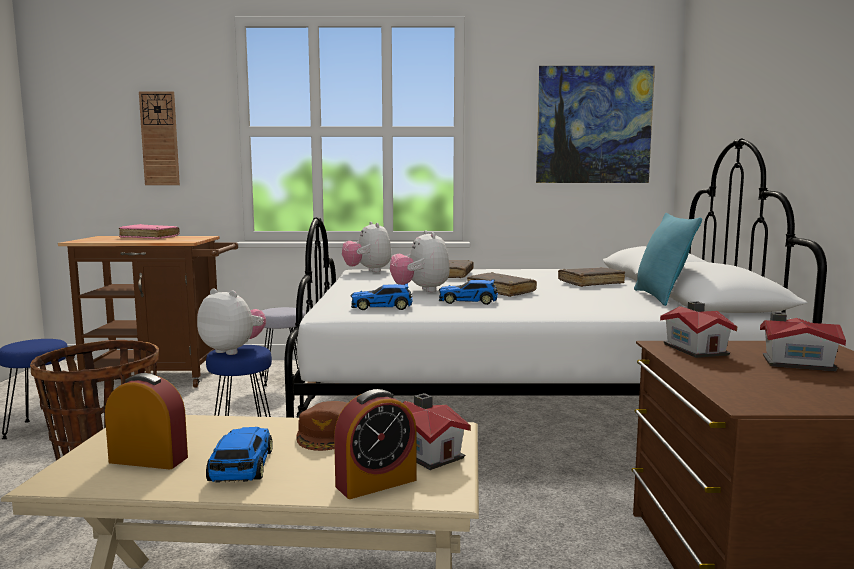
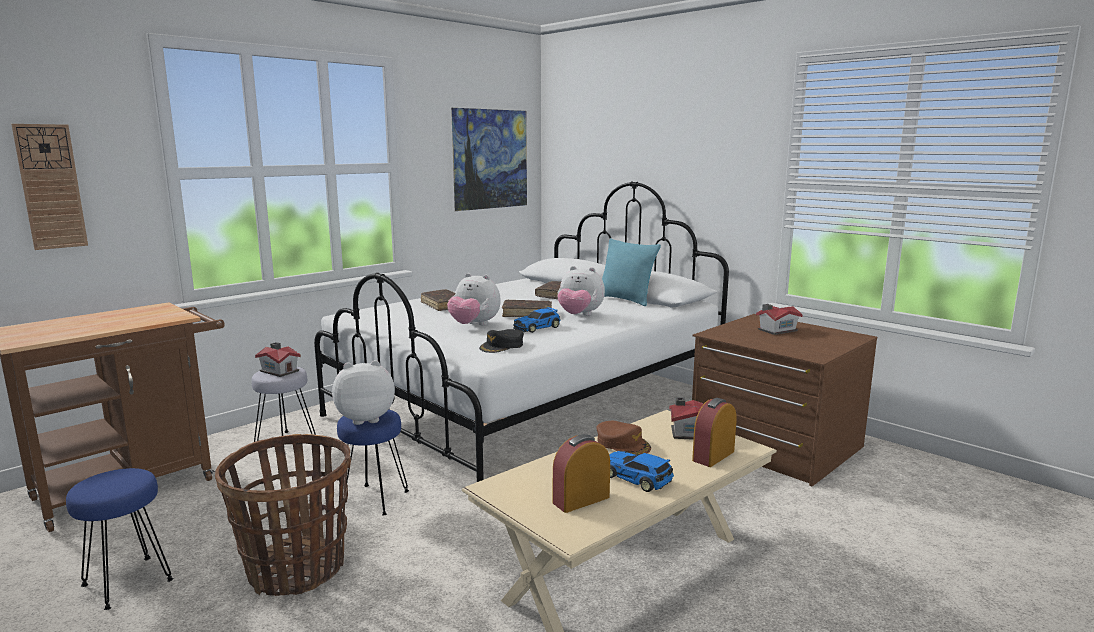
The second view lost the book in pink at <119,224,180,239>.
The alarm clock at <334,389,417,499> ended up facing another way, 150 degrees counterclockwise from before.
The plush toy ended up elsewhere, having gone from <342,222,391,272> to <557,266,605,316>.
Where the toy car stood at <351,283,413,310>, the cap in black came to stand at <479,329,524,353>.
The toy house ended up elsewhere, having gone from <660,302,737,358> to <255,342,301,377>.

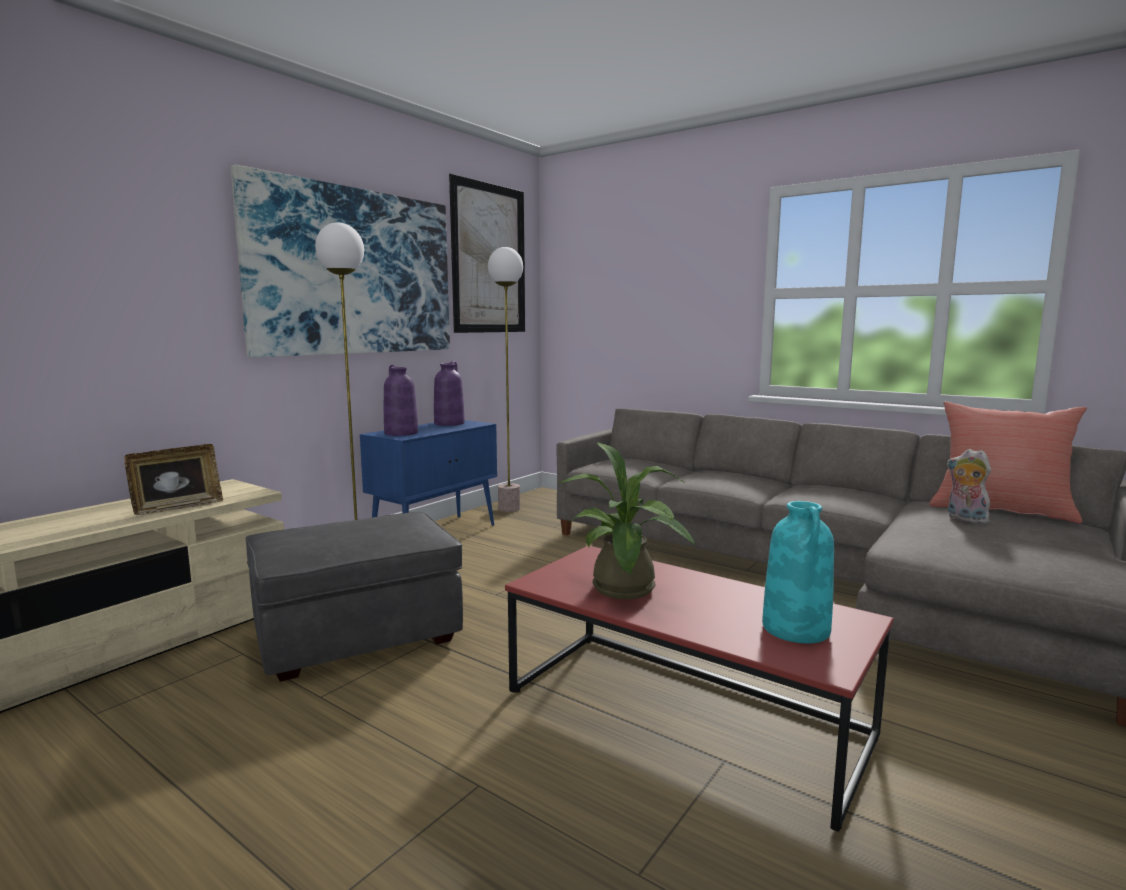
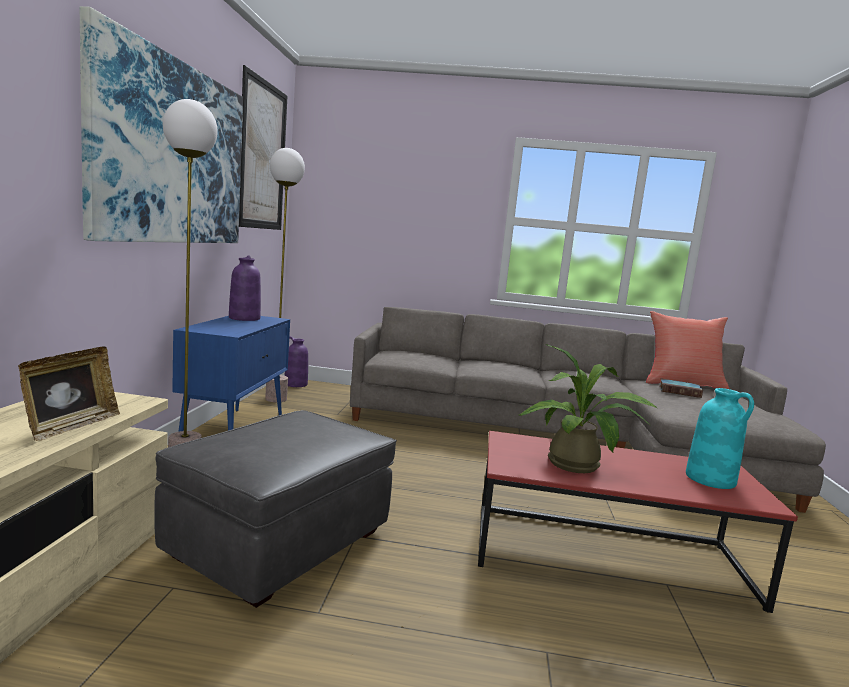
The vase in purple ended up elsewhere, having gone from <384,364,418,436> to <284,336,308,387>.
Where the plush toy stood at <947,449,991,524>, the book came to stand at <659,378,703,398>.

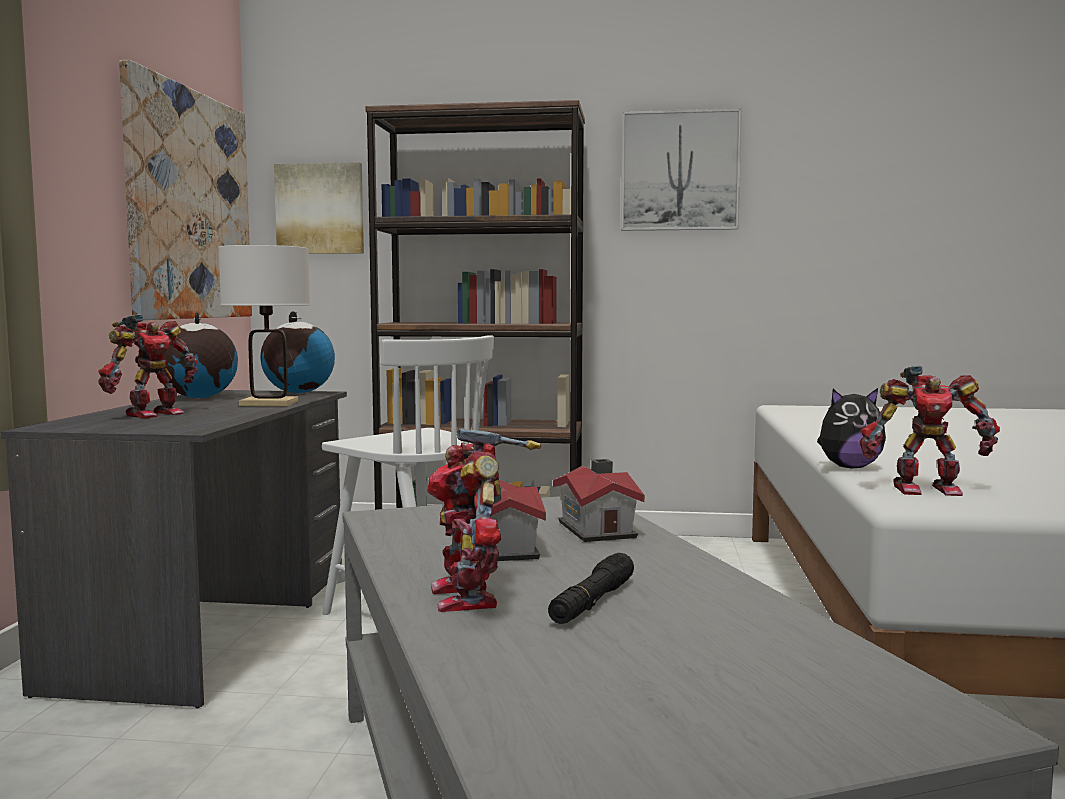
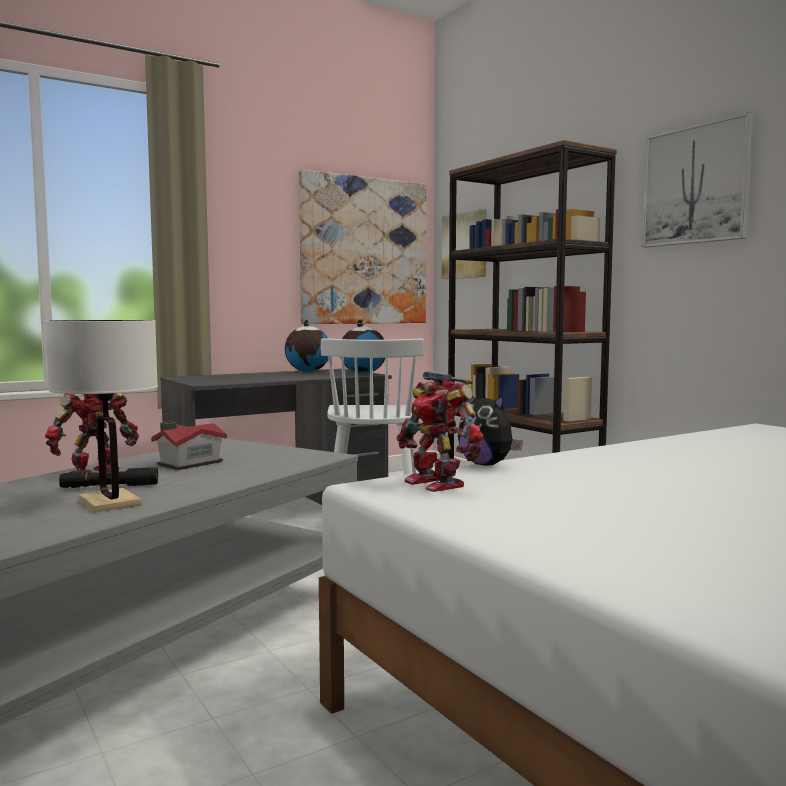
The second view lost the toy robot at <98,314,197,418>.
The table lamp in white ended up elsewhere, having gone from <218,245,310,406> to <45,320,158,513>.
The second view lost the toy house at <553,459,645,542>.

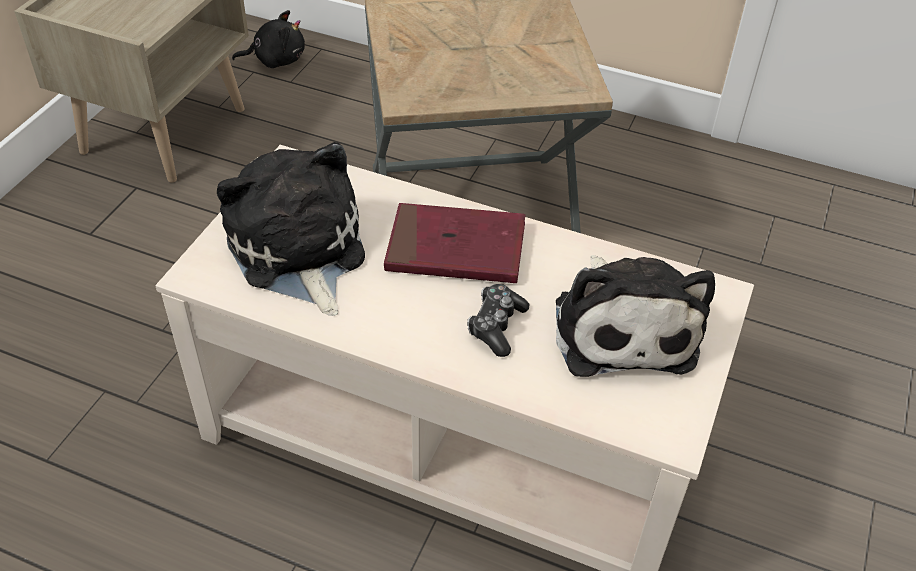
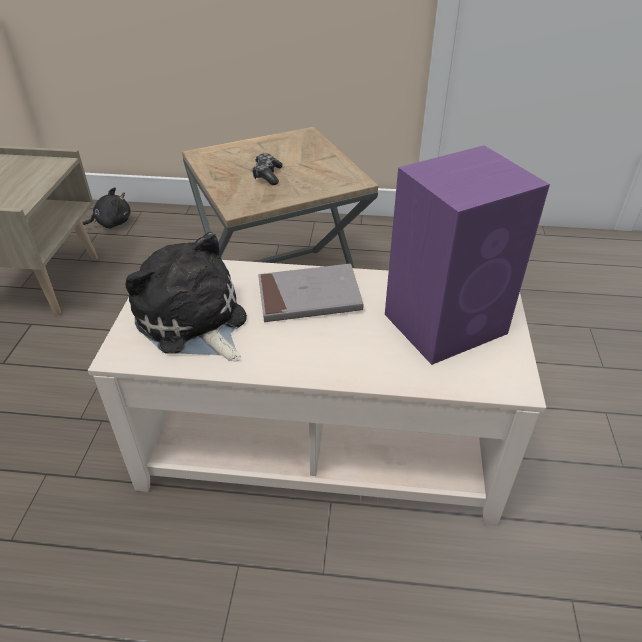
What was the book in red at <384,203,525,283> turned into the book in grey at <258,264,363,322>.
The game controller ended up elsewhere, having gone from <467,284,529,357> to <252,153,283,185>.
Where the plush toy stood at <556,255,715,377>, the speaker in purple came to stand at <385,145,550,365>.

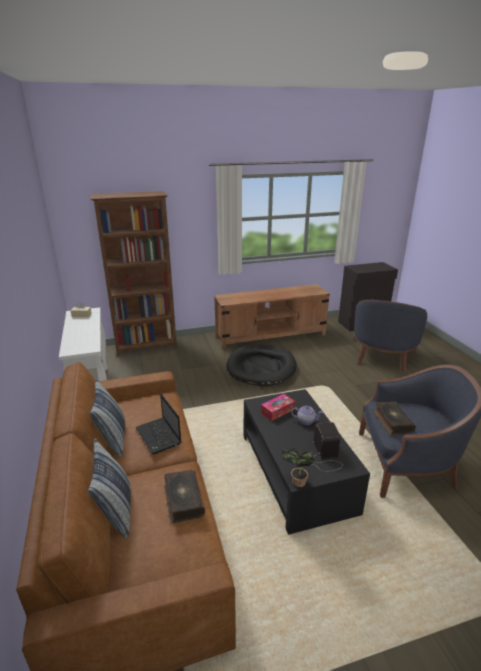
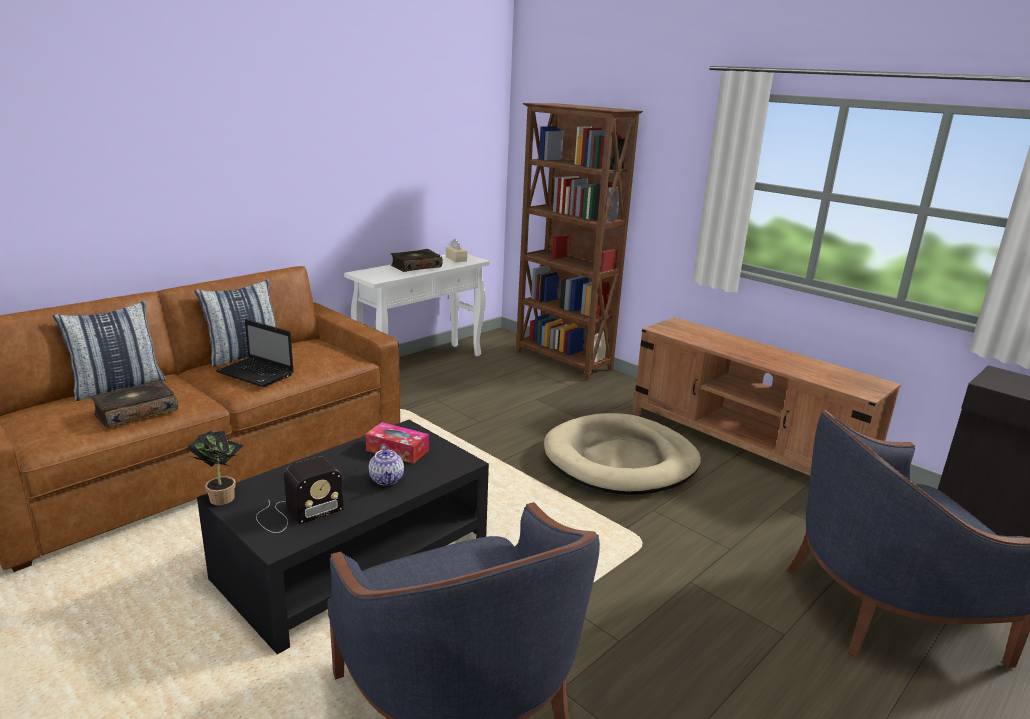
The laptop at <136,394,181,454> ended up facing another way, 90 degrees counterclockwise from before.
What was the dog bed in black at <226,345,297,387> turned into the dog bed in beige at <544,413,701,495>.
The book ended up elsewhere, having gone from <373,402,416,435> to <391,249,442,272>.

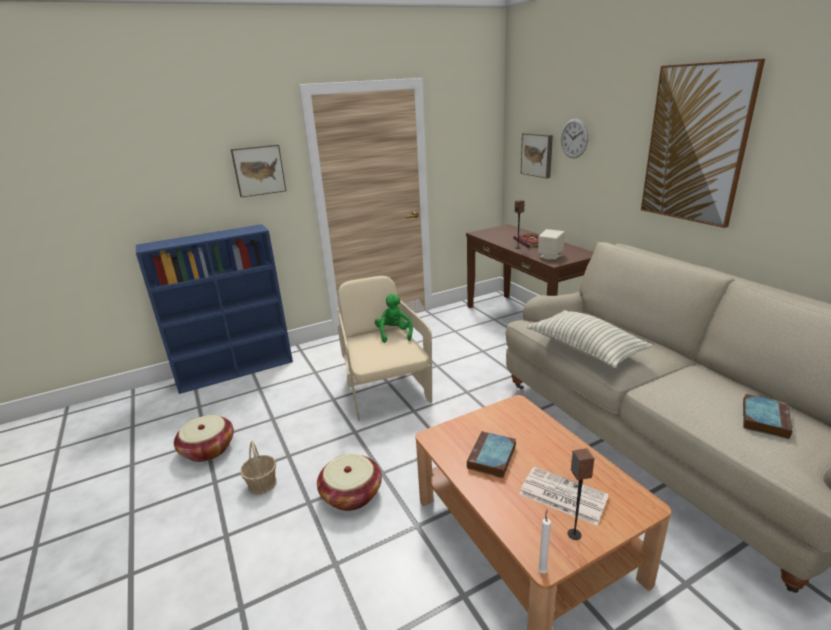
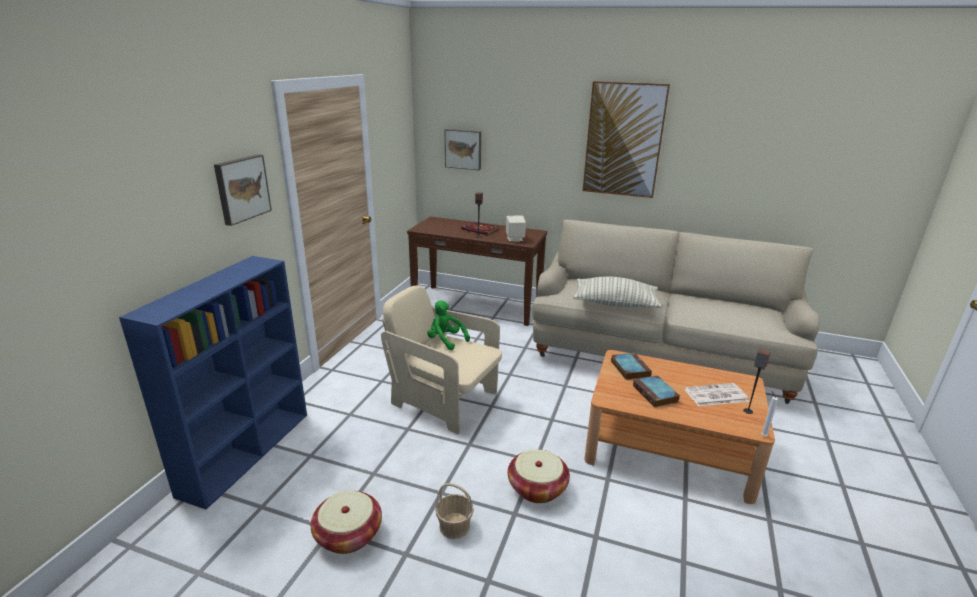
The second view lost the wall clock at <561,119,588,158>.
The book ended up elsewhere, having gone from <743,394,792,439> to <611,353,652,380>.

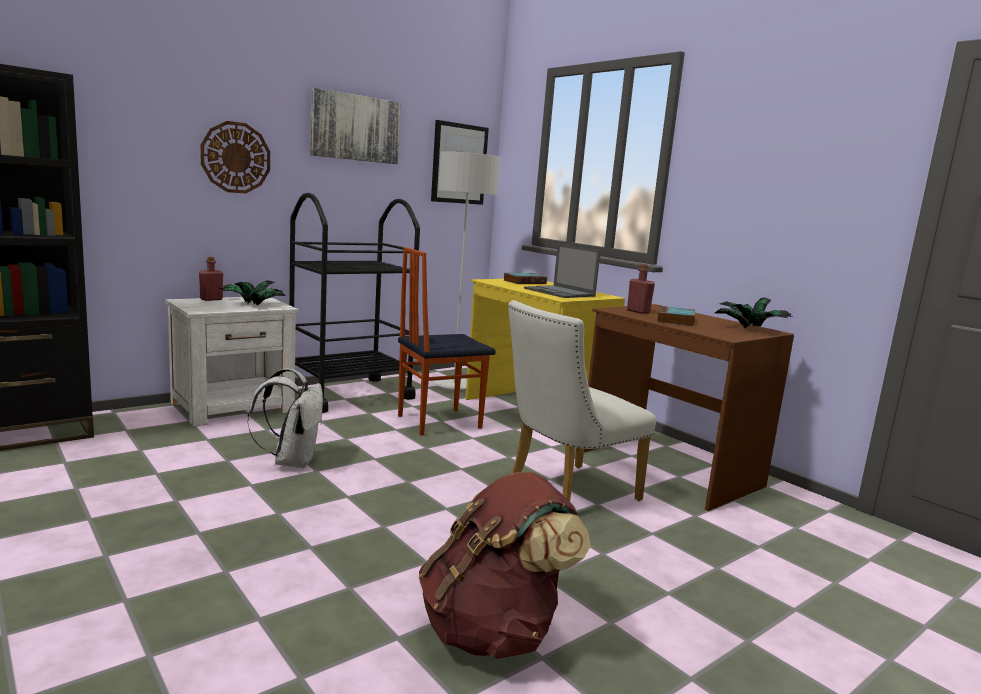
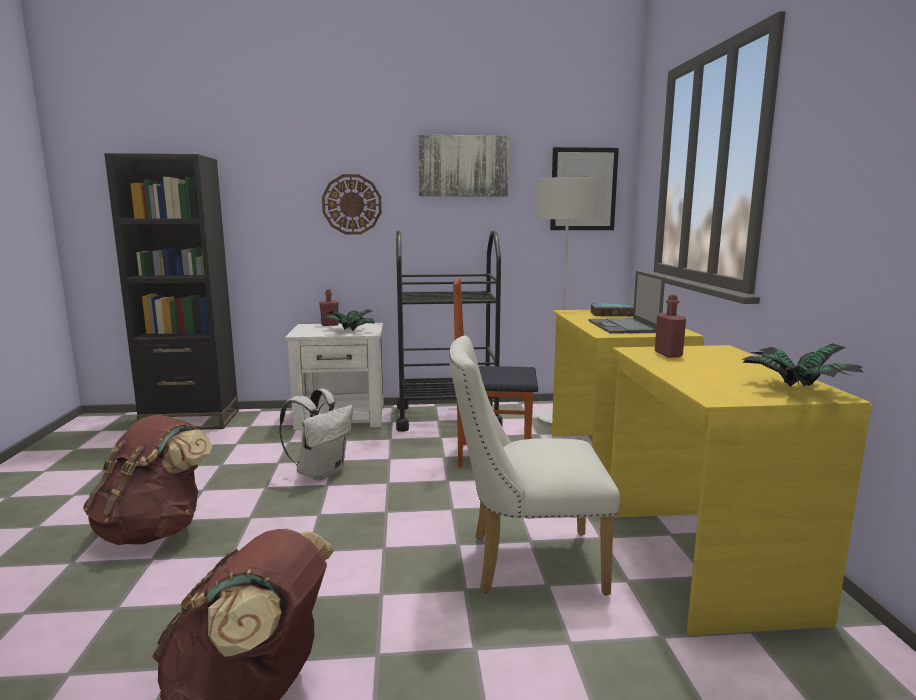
What was the desk in brown at <584,304,794,511> turned into the desk in yellow at <611,345,872,636>.
The second view lost the book at <658,306,695,327>.
The second view gained the backpack in brown at <83,414,212,545>.

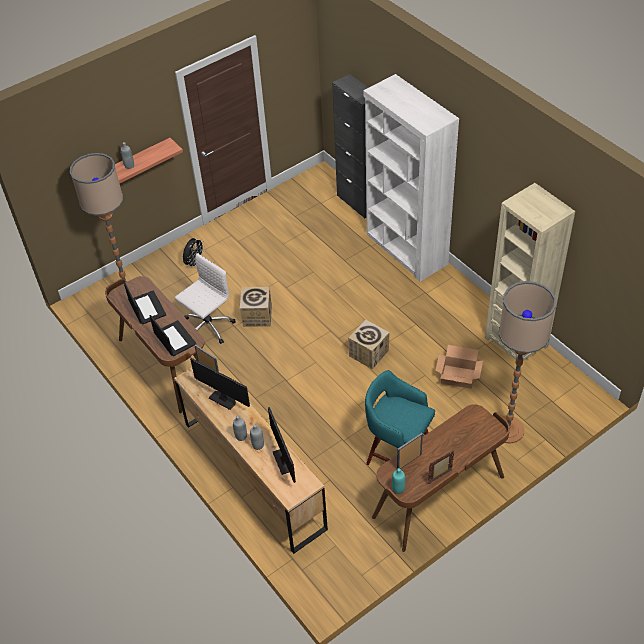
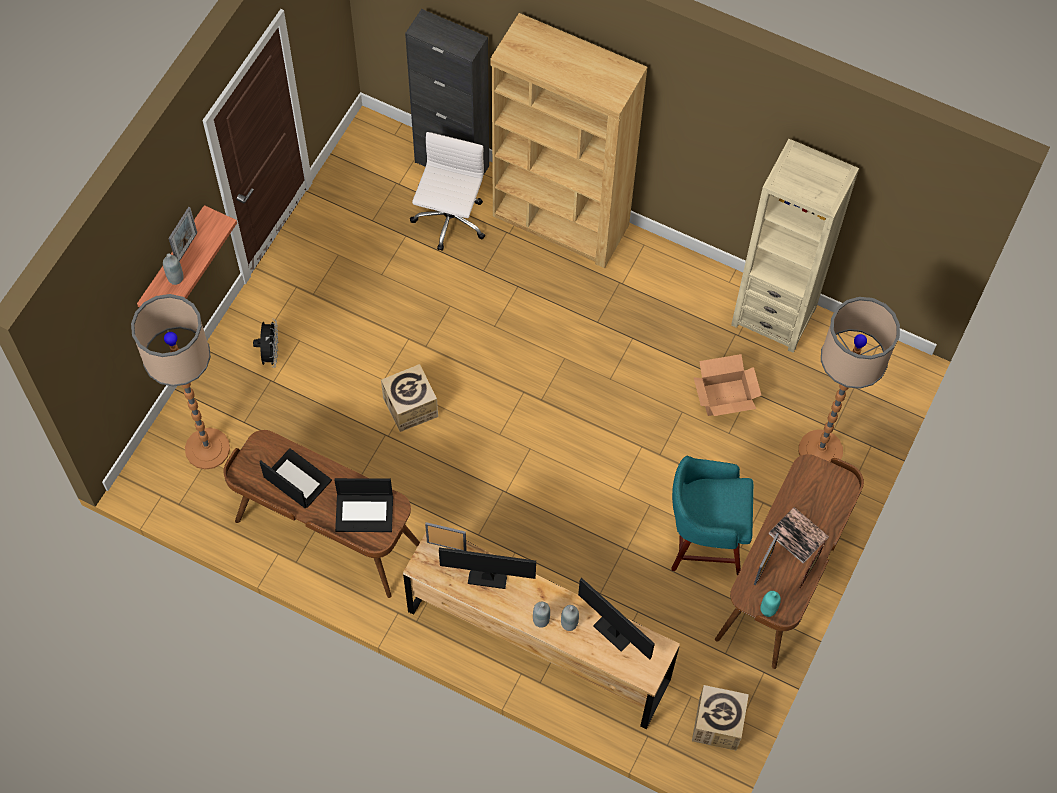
The laptop at <150,315,196,356> ended up facing another way, 150 degrees clockwise from before.
The office chair in white ended up elsewhere, having gone from <175,253,236,344> to <410,132,485,251>.
The cardboard box ended up elsewhere, having gone from <348,320,390,369> to <692,685,749,750>.
What was the bookcase in white at <363,74,459,282> turned into the bookcase in brown at <490,13,647,268>.
The second view gained the picture frame at <169,207,197,261>.
The second view gained the book at <769,507,829,563>.

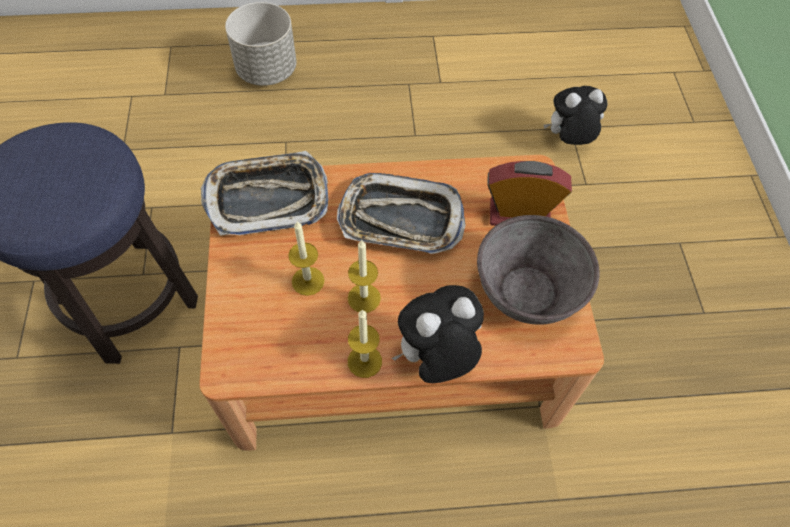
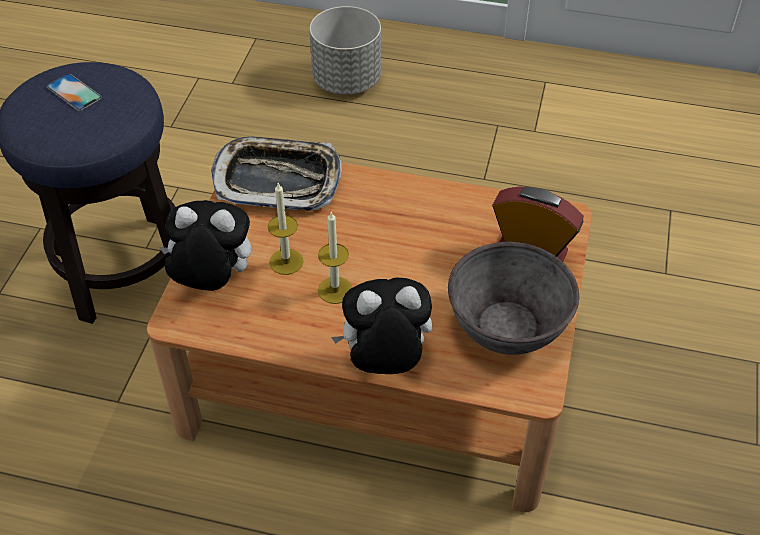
The second view lost the tray at <337,173,466,254>.
The second view lost the candle at <348,309,382,378>.
The plush toy ended up elsewhere, having gone from <544,86,608,145> to <159,200,251,291>.
The second view gained the phone at <46,74,102,111>.

